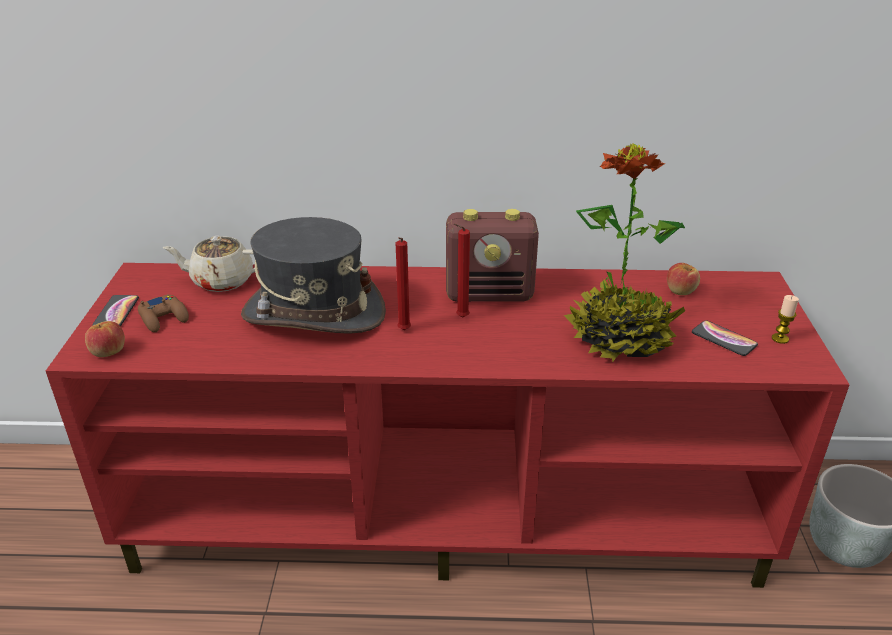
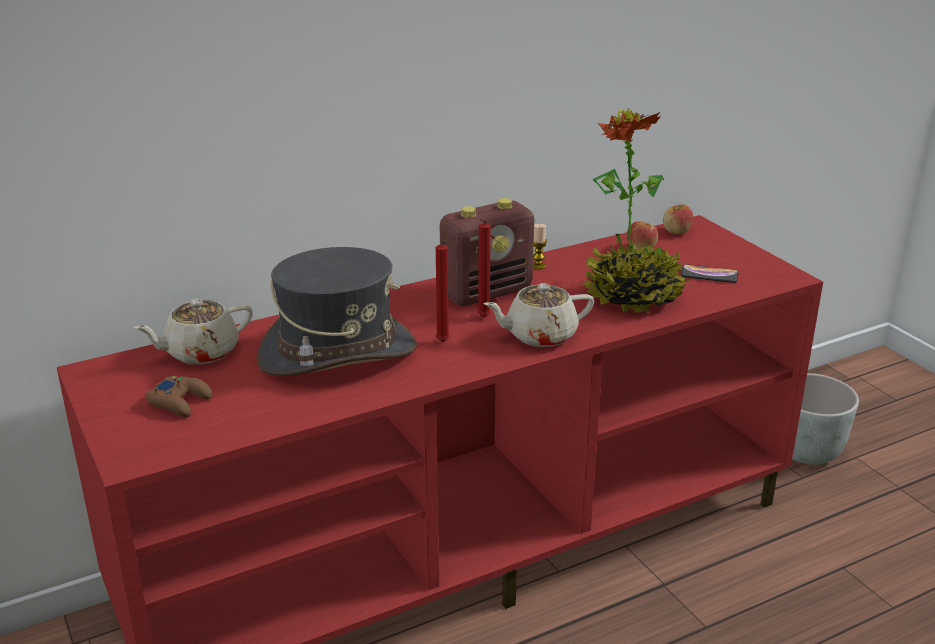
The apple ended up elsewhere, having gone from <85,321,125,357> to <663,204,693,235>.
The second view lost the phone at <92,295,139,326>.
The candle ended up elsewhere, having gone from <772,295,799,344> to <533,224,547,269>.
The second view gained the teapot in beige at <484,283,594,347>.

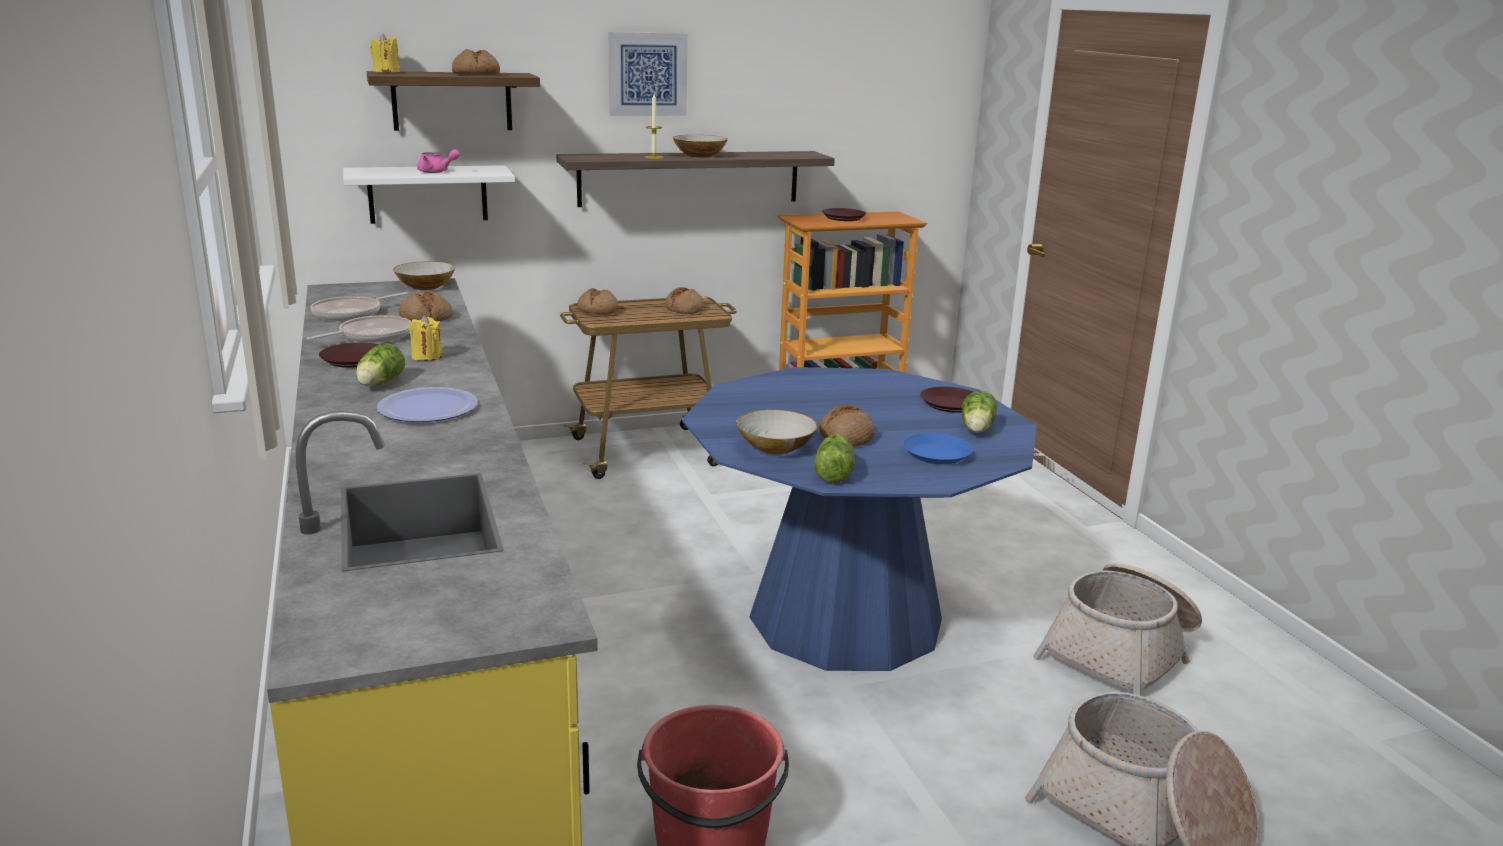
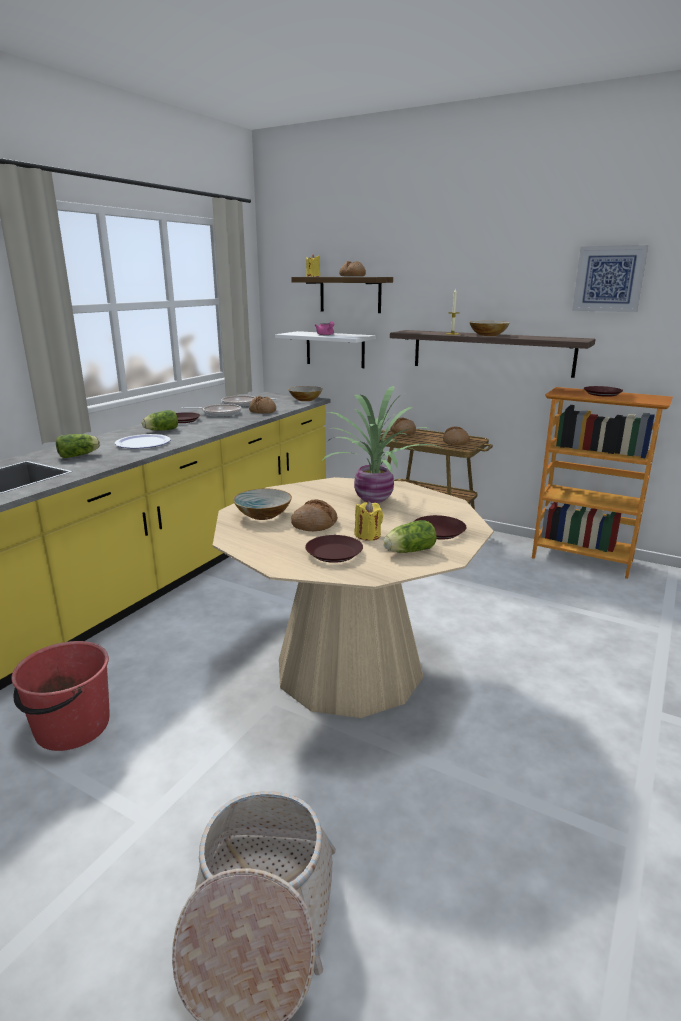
The candle in yellow ended up elsewhere, having gone from <409,315,442,361> to <355,501,383,541>.
The picture ended up elsewhere, having gone from <608,32,688,116> to <572,245,648,312>.
What was the dining table in blue at <682,367,1037,671> turned into the dining table in beige at <213,477,493,718>.
The lettuce ended up elsewhere, having gone from <814,435,855,483> to <56,434,100,458>.
What was the plate in blue at <902,433,973,464> turned into the plate in brown at <305,535,363,563>.
The second view lost the basket at <1033,563,1202,696>.
The second view gained the potted plant at <323,386,445,503>.

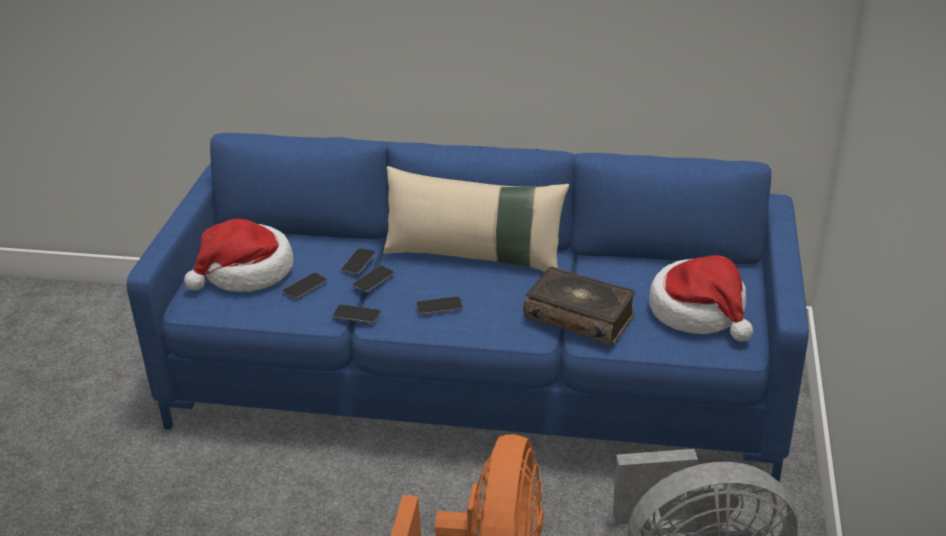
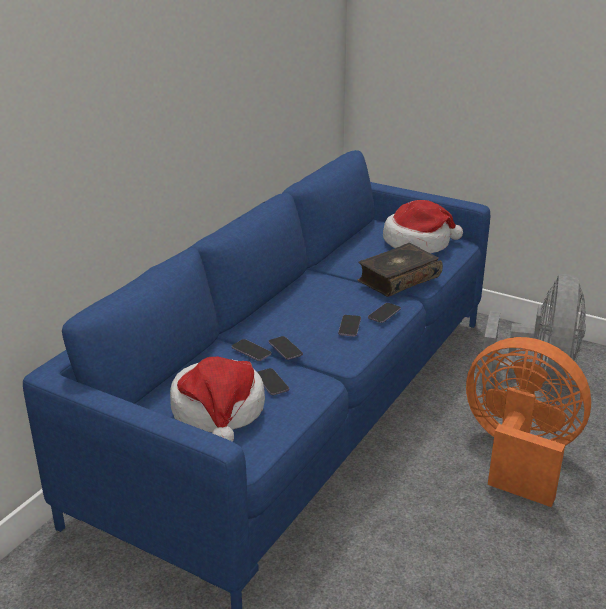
The phone ended up elsewhere, having gone from <333,304,381,324> to <368,303,401,323>.
The second view lost the pillow in beige at <383,166,569,272>.

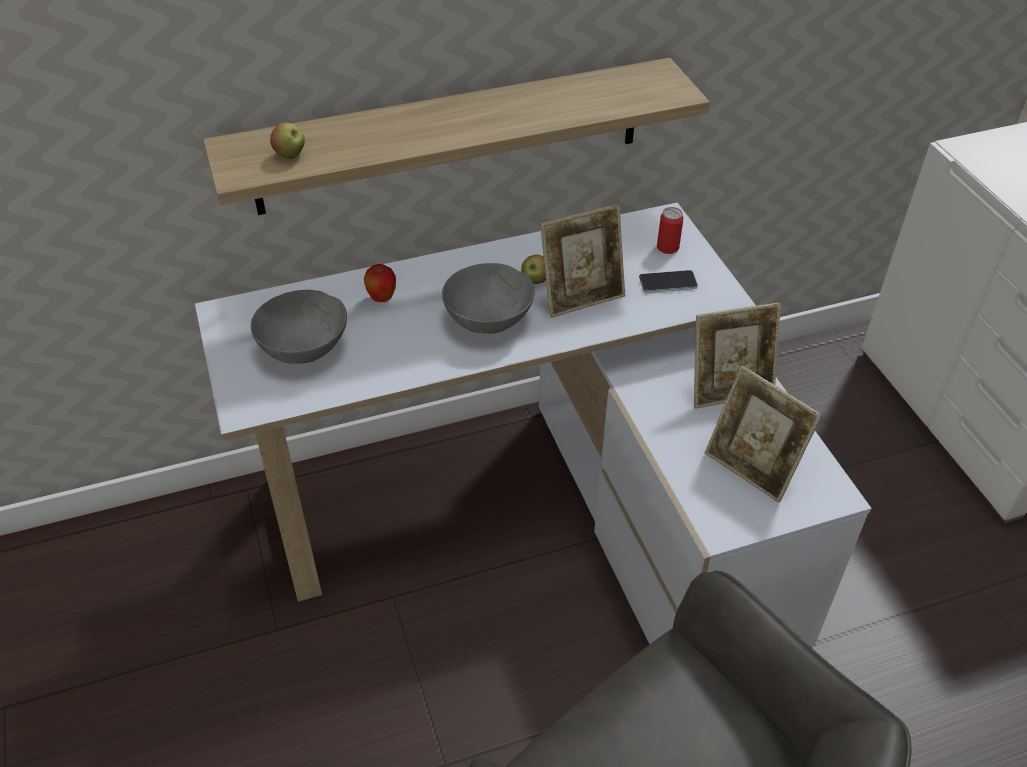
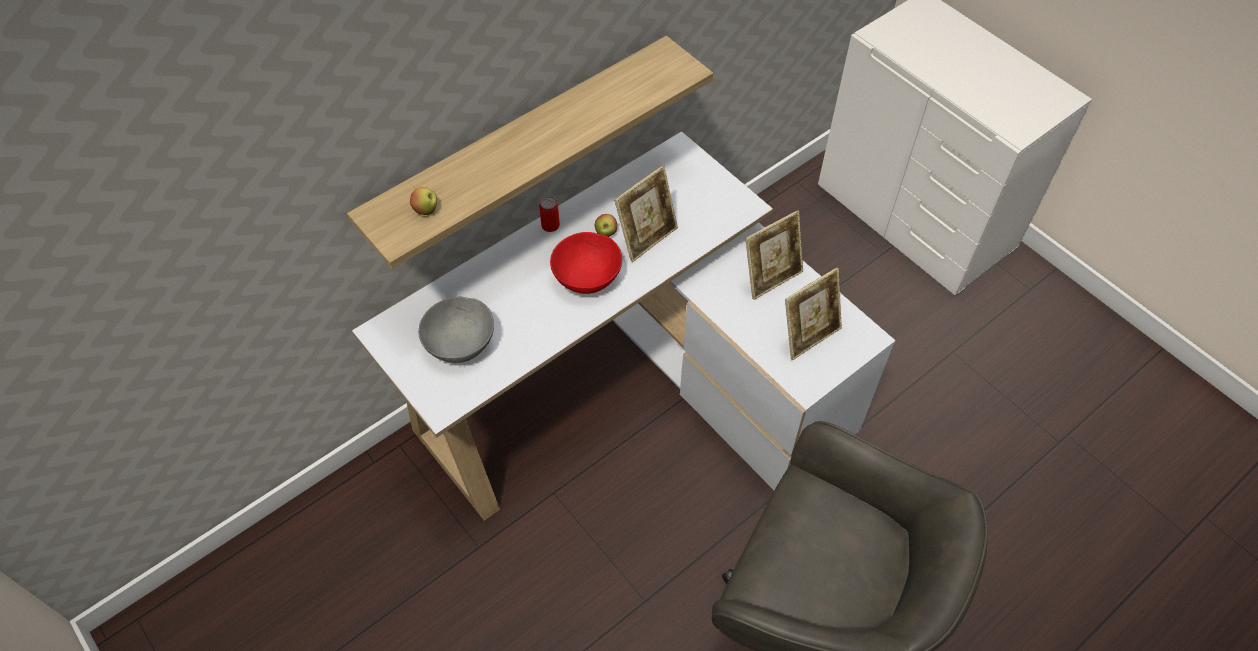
The second view lost the apple at <364,264,396,302>.
What was the bowl in grey at <442,263,535,334> turned into the bowl in red at <550,232,622,294>.
The second view lost the phone at <639,270,698,293>.
The can ended up elsewhere, having gone from <657,207,684,254> to <539,197,560,232>.
The picture frame at <705,366,822,503> ended up facing another way, 60 degrees counterclockwise from before.

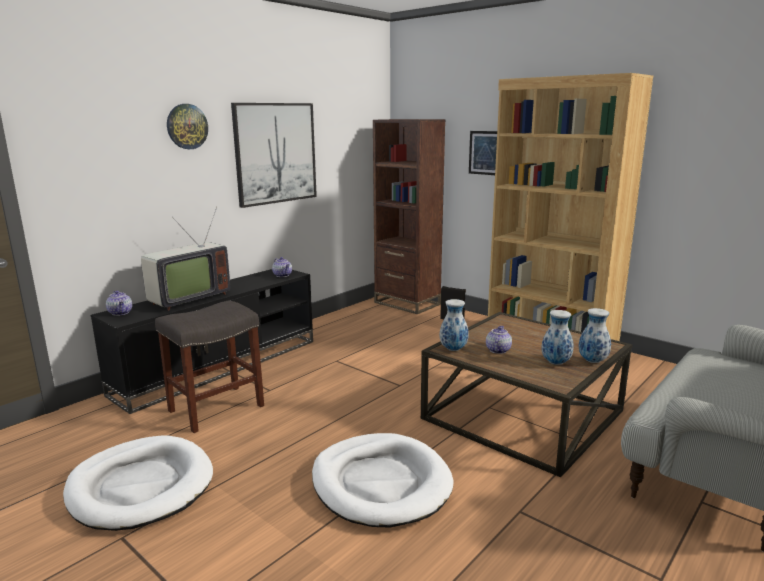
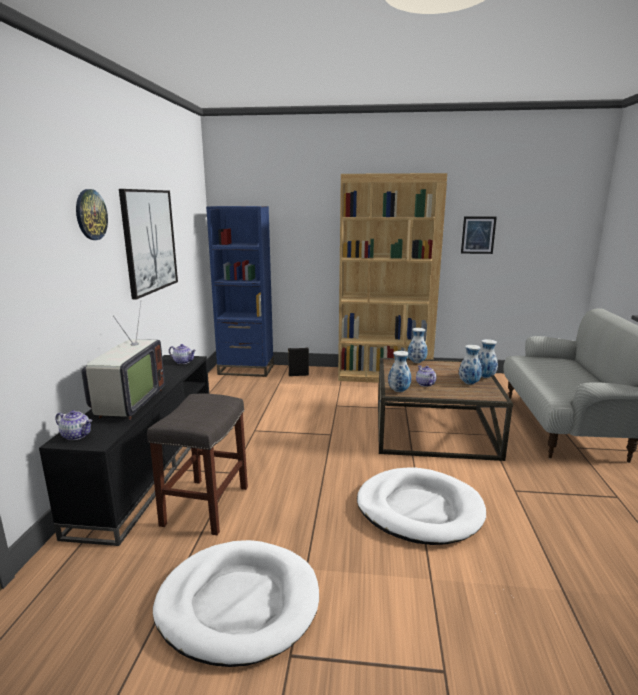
What was the bookcase in brown at <373,119,446,314> turned into the bookcase in blue at <206,206,274,377>.
The picture ended up elsewhere, having gone from <469,131,497,175> to <461,216,497,254>.
The second view gained the vase at <408,328,427,363>.

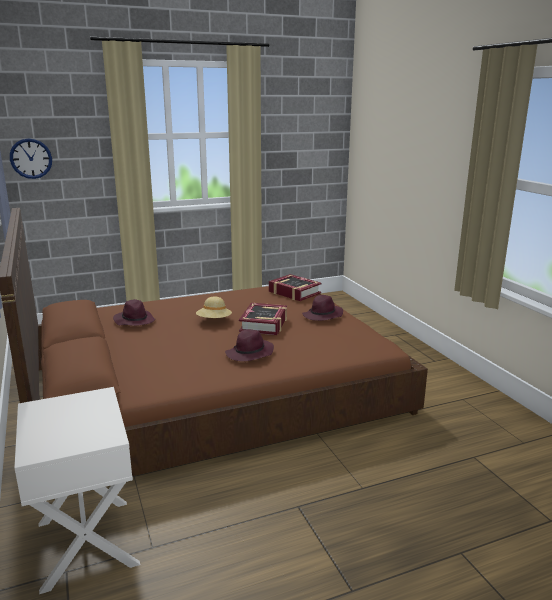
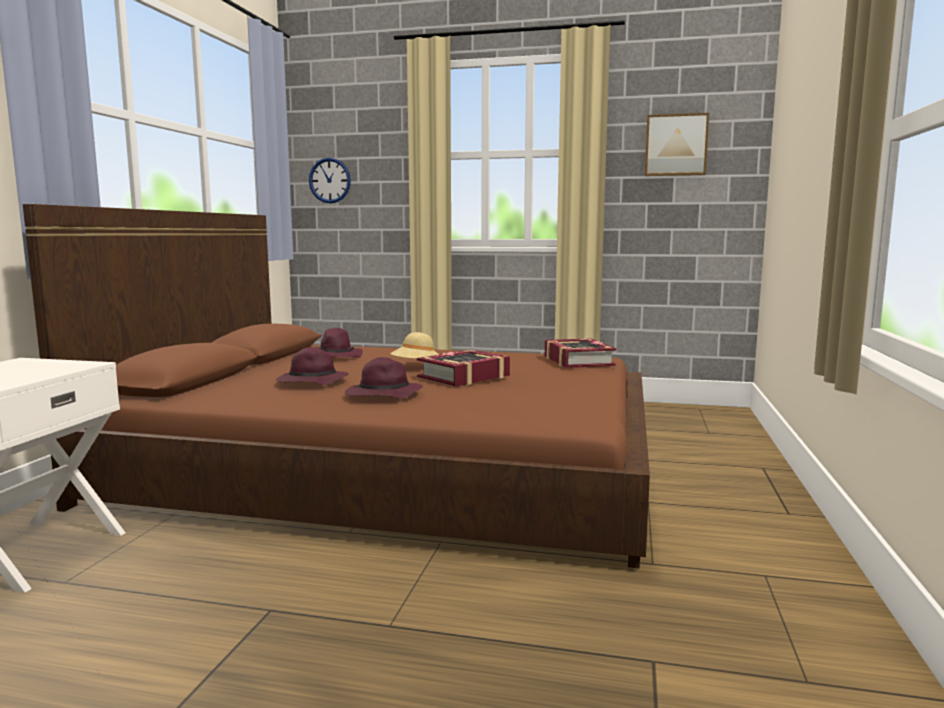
The hat in purple ended up elsewhere, having gone from <302,295,343,321> to <276,347,349,385>.
The second view gained the picture at <645,113,709,176>.

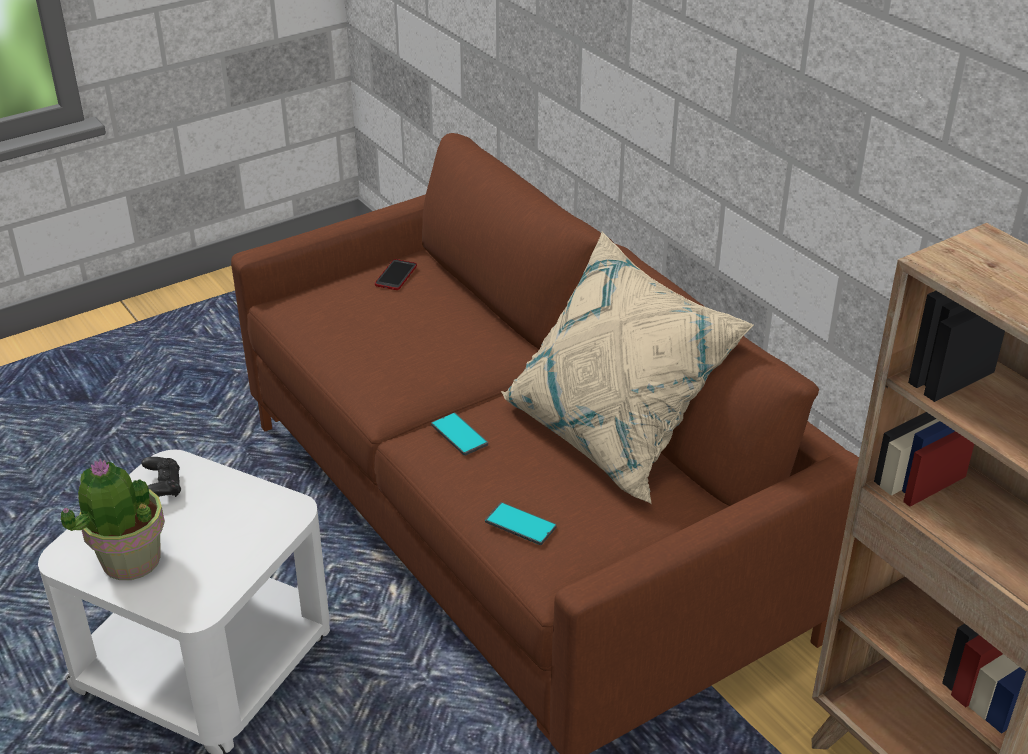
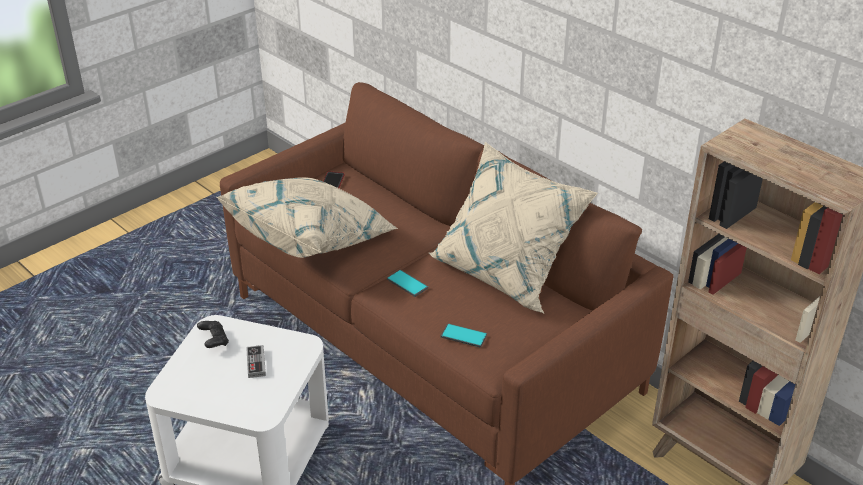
The second view lost the potted plant at <60,459,165,580>.
The second view gained the pillow in beige at <216,177,398,258>.
The second view gained the game controller at <246,345,266,378>.

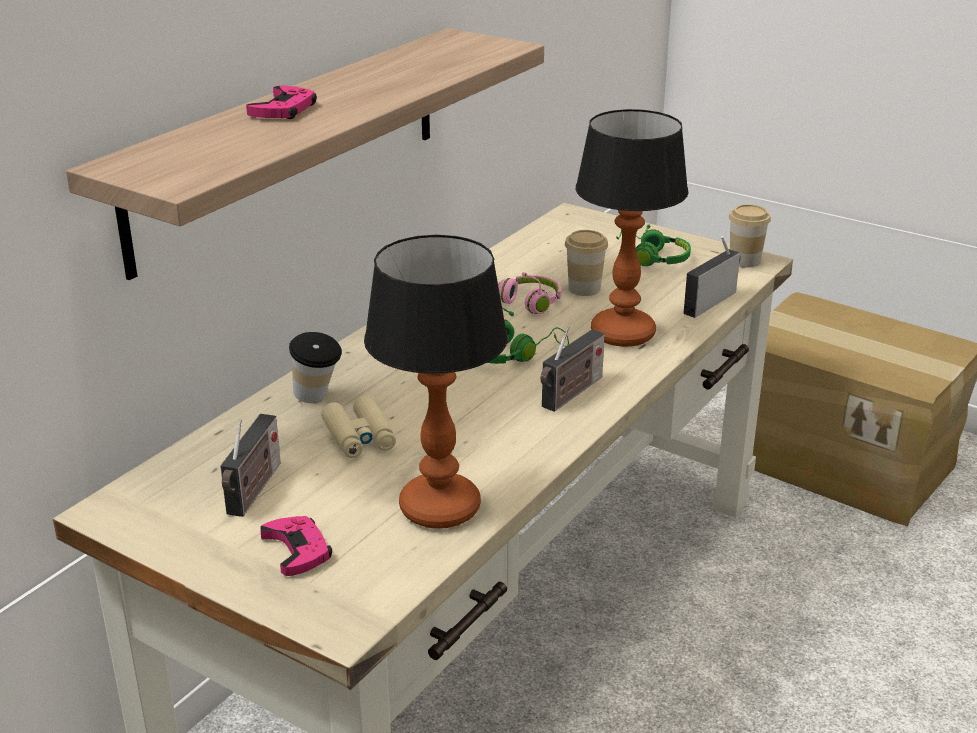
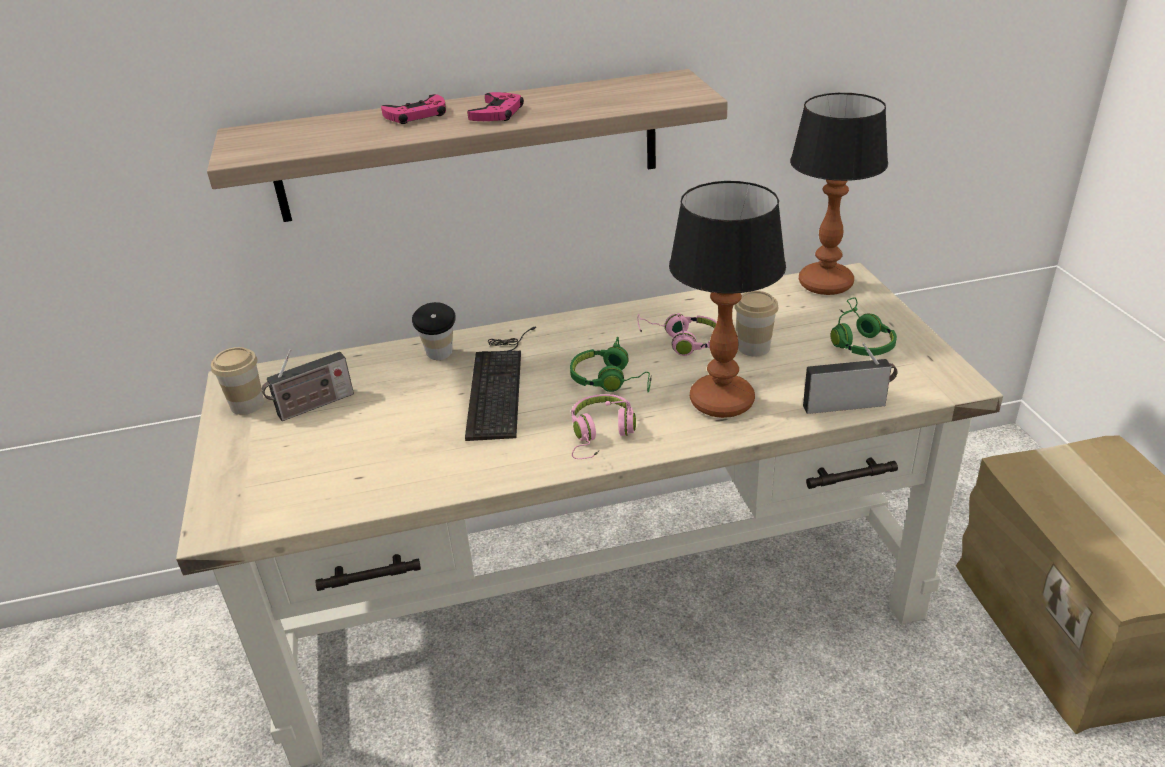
The game controller in pink ended up elsewhere, having gone from <260,516,332,576> to <467,92,524,121>.
The second view lost the binoculars in beige at <321,396,396,458>.
The table lamp ended up elsewhere, having gone from <364,235,508,529> to <790,93,888,295>.
Where the radio stood at <540,327,605,412>, the headphones in pink came to stand at <571,394,636,459>.
The cup ended up elsewhere, having gone from <729,204,771,268> to <211,347,264,415>.
The second view gained the keyboard at <465,327,536,441>.

